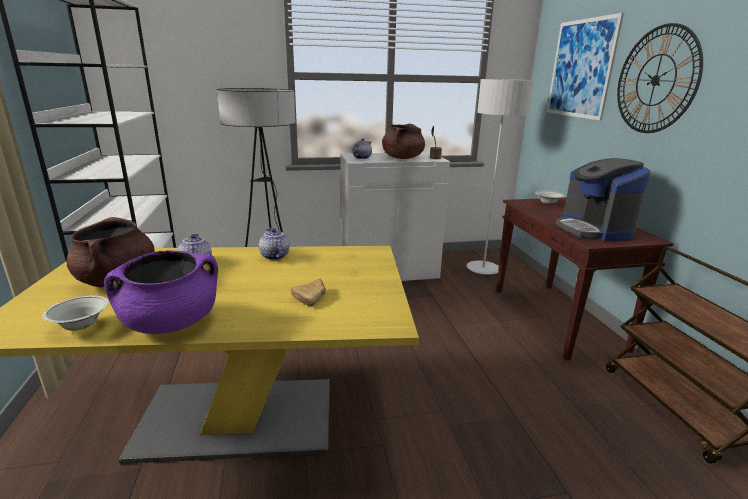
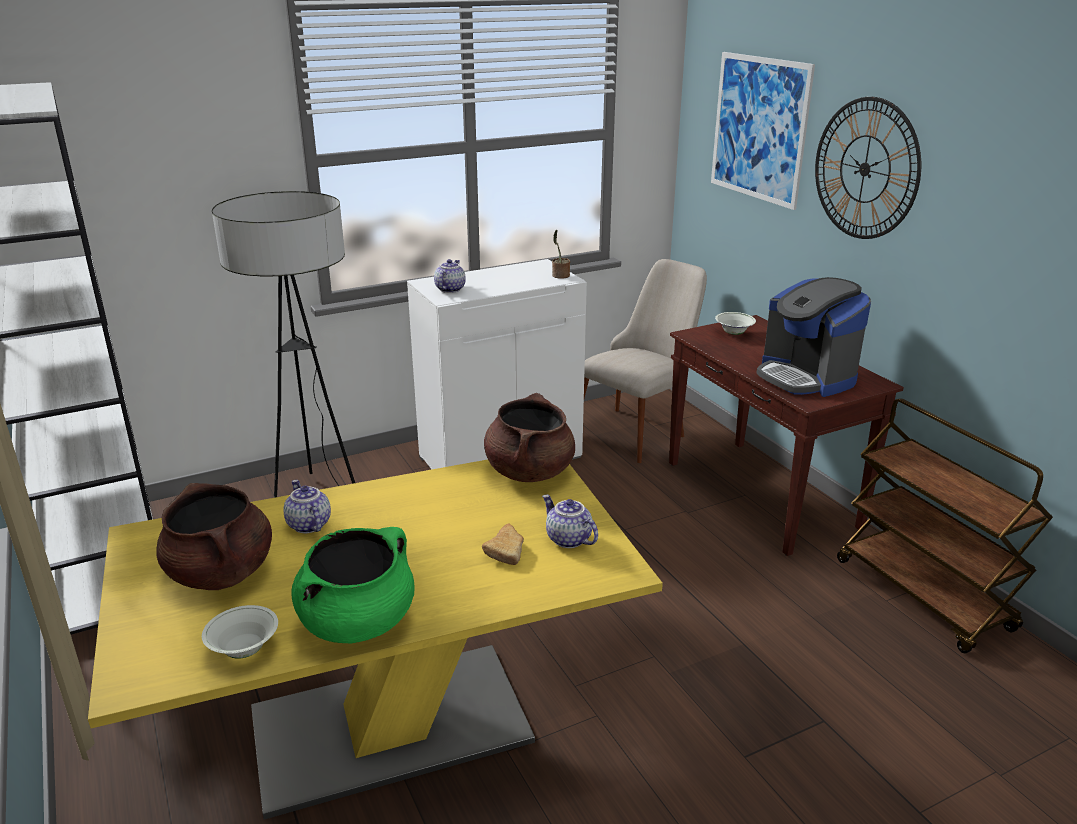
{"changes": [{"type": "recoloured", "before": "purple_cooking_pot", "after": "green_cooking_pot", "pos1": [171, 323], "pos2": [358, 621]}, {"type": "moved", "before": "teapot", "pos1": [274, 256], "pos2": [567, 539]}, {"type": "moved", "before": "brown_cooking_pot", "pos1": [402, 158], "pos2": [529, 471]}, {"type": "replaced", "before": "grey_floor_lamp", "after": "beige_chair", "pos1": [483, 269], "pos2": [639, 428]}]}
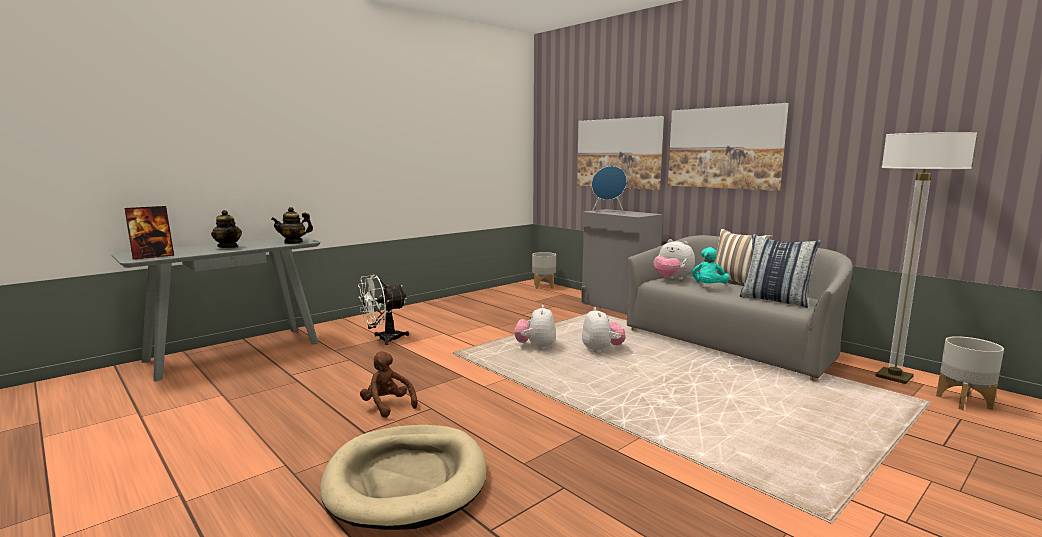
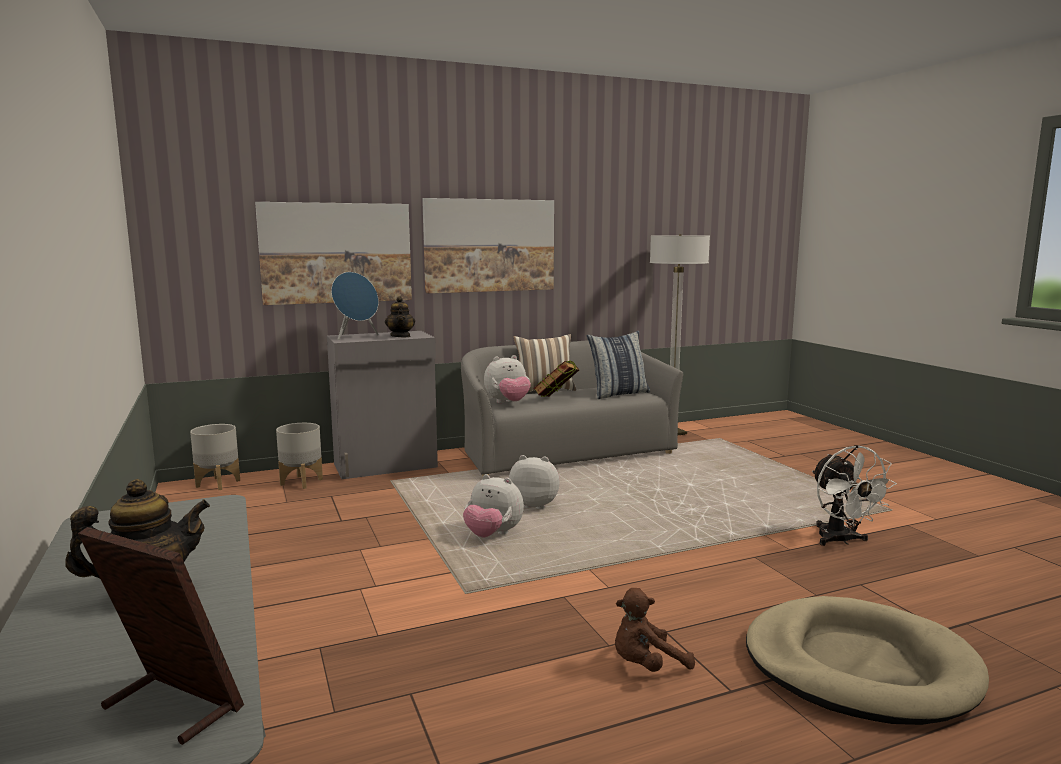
{"changes": [{"type": "turned", "before": "picture_frame", "pos1": [153, 256], "pos2": [171, 707], "turn": -45}, {"type": "moved", "before": "teapot", "pos1": [293, 242], "pos2": [400, 336]}, {"type": "moved", "before": "white_fan", "pos1": [383, 339], "pos2": [841, 540]}, {"type": "replaced", "before": "turquoise_plush_toy", "after": "book", "pos1": [709, 287], "pos2": [556, 400]}, {"type": "moved", "before": "grey_planter", "pos1": [964, 402], "pos2": [301, 482]}]}
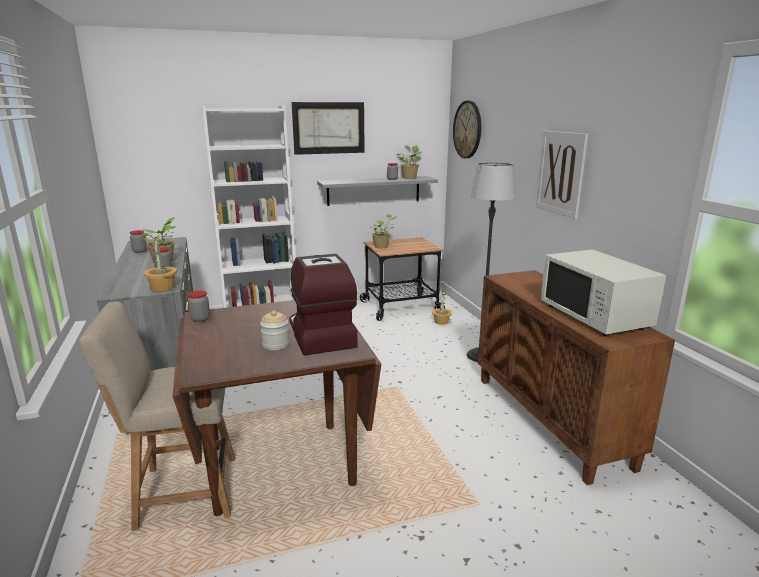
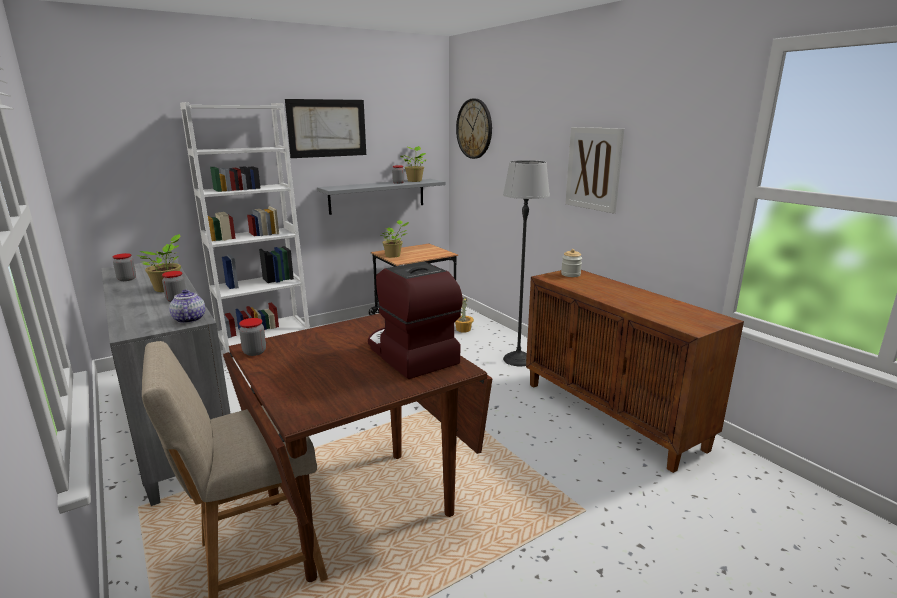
{"changes": [{"type": "replaced", "before": "potted_plant", "after": "teapot", "pos1": [162, 287], "pos2": [189, 319]}, {"type": "moved", "before": "jar", "pos1": [275, 345], "pos2": [570, 274]}, {"type": "removed", "before": "white_microwave", "pos1": [595, 316]}]}
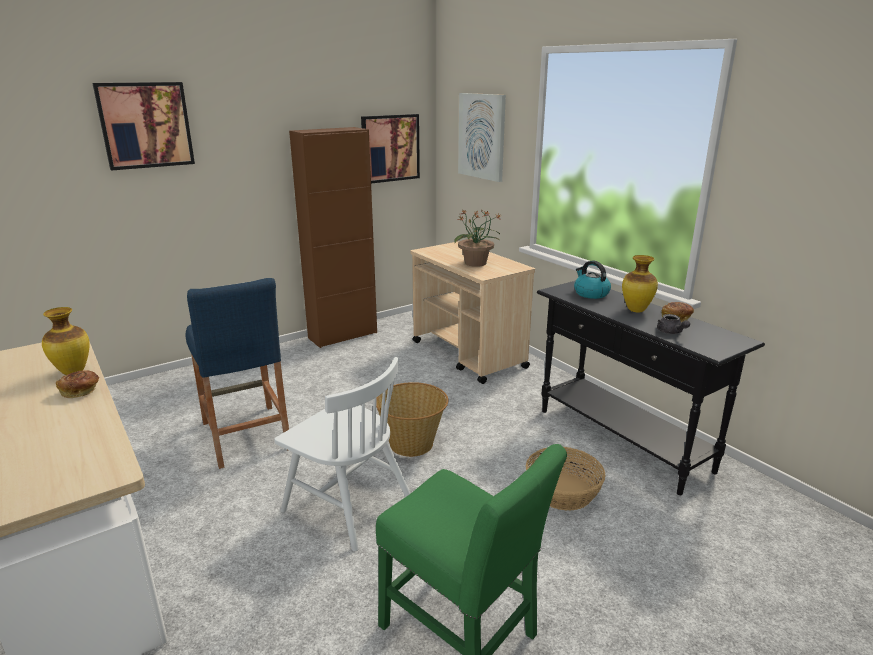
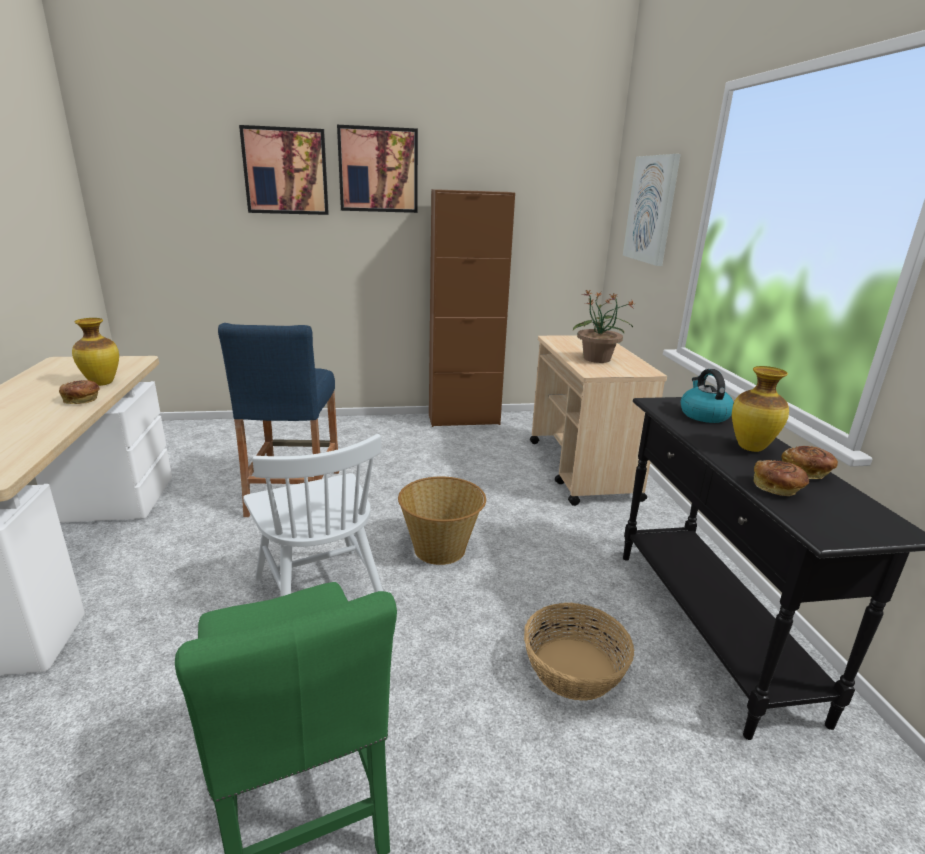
{"changes": [{"type": "moved", "before": "picture", "pos1": [390, 148], "pos2": [378, 170]}, {"type": "replaced", "before": "grey_teapot", "after": "bread", "pos1": [671, 332], "pos2": [777, 488]}]}
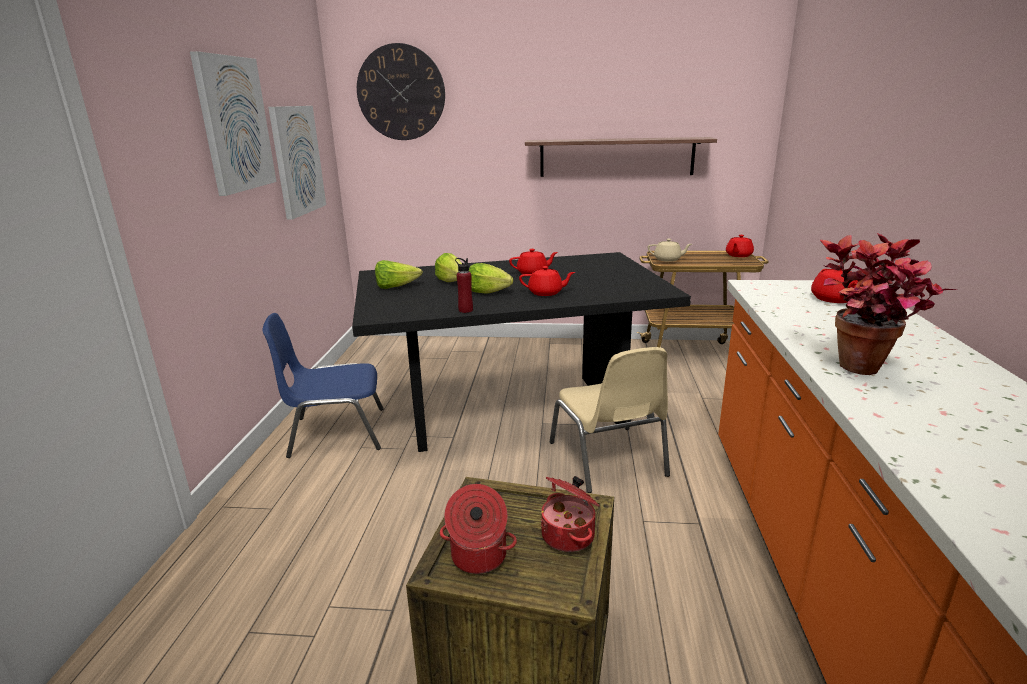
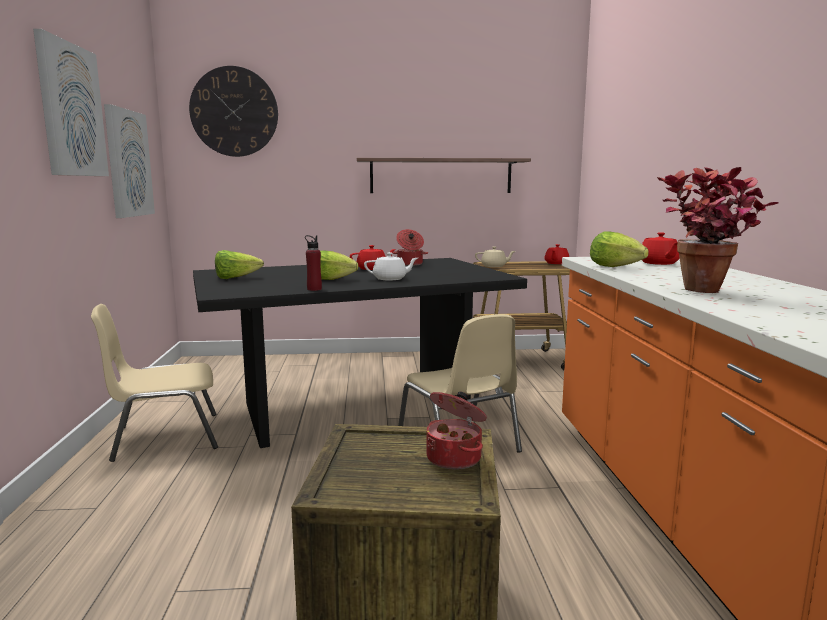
{"changes": [{"type": "recoloured", "before": "blue_chair", "after": "beige_chair", "pos1": [336, 432], "pos2": [165, 437]}, {"type": "moved", "before": "lettuce", "pos1": [451, 281], "pos2": [615, 267]}, {"type": "moved", "before": "cooking_pot", "pos1": [478, 557], "pos2": [409, 264]}, {"type": "recoloured", "before": "red_teapot", "after": "white_teapot", "pos1": [546, 293], "pos2": [390, 279]}]}
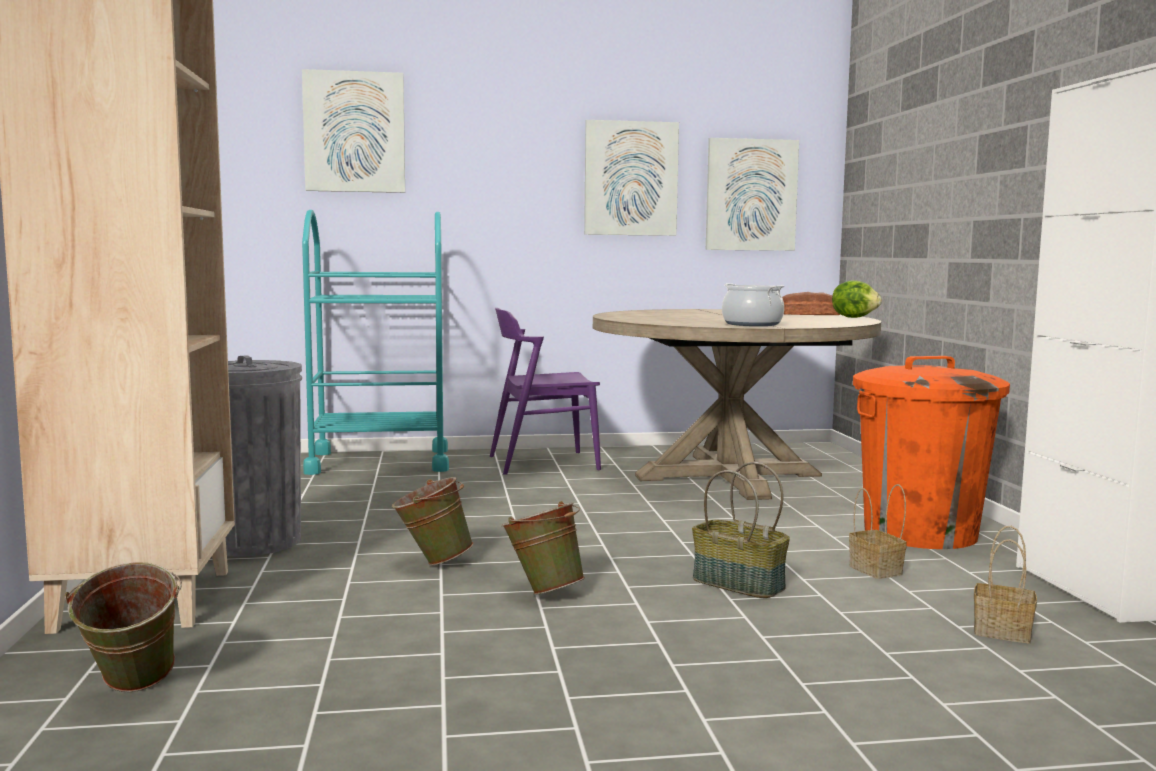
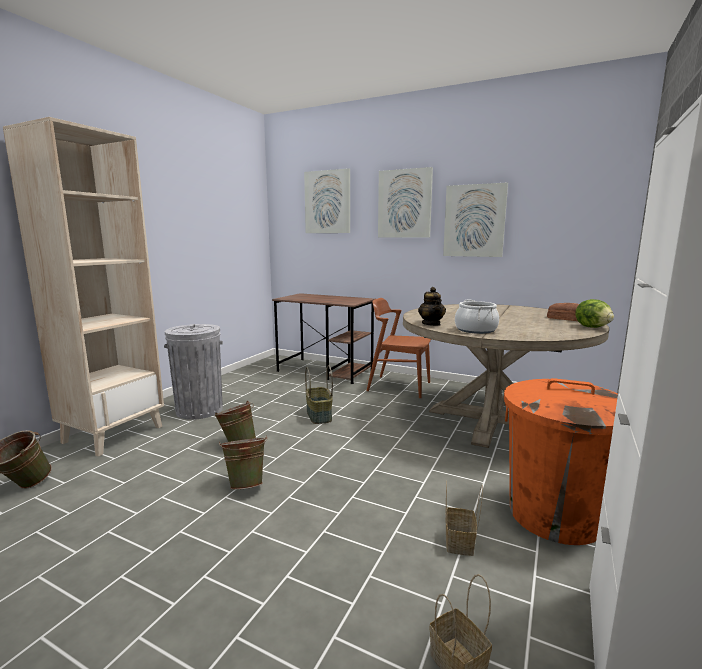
{"changes": [{"type": "replaced", "before": "turquoise_cart", "after": "brown_desk", "pos1": [379, 462], "pos2": [325, 371]}, {"type": "recoloured", "before": "purple_chair", "after": "brown_chair", "pos1": [543, 462], "pos2": [398, 386]}, {"type": "moved", "before": "basket", "pos1": [737, 584], "pos2": [318, 415]}, {"type": "moved", "before": "picture", "pos1": [751, 195], "pos2": [404, 204]}, {"type": "added", "after": "teapot", "pos2": [431, 324]}]}
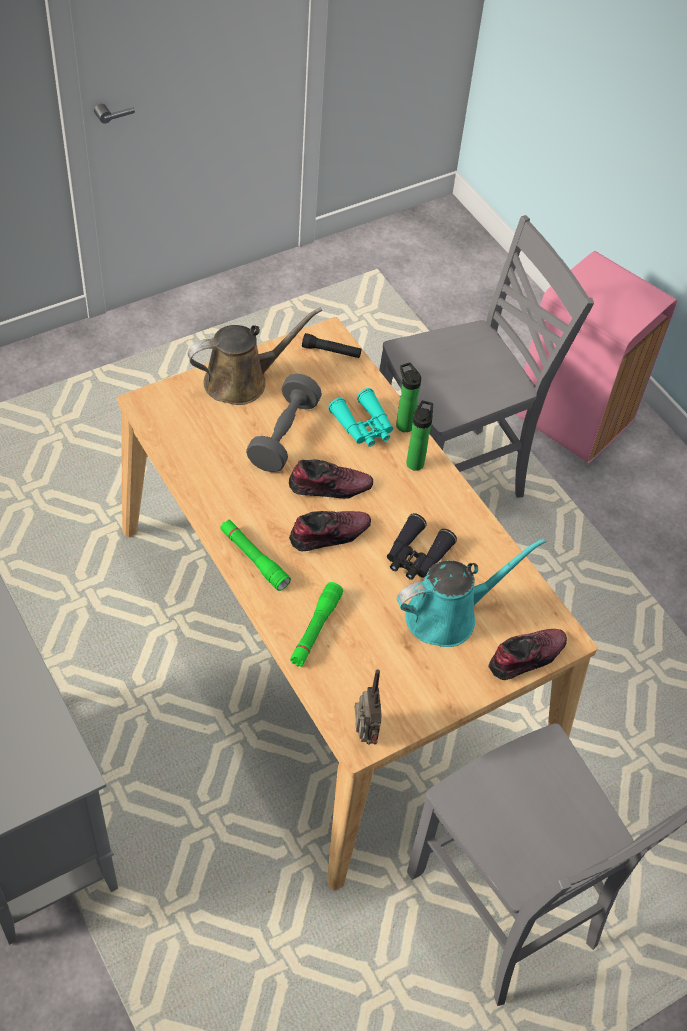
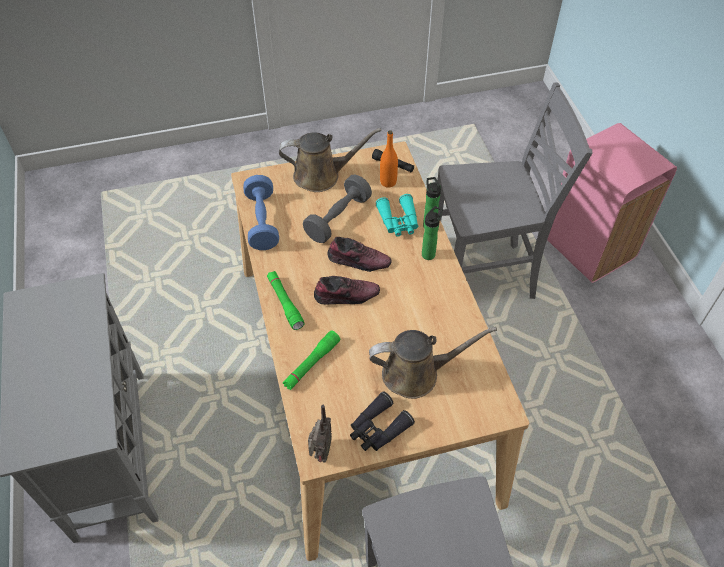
{"changes": [{"type": "moved", "before": "black_binoculars", "pos1": [416, 556], "pos2": [378, 428]}, {"type": "recoloured", "before": "turquoise_watering_can", "after": "brown_watering_can", "pos1": [448, 615], "pos2": [416, 373]}, {"type": "removed", "before": "shoe", "pos1": [526, 657]}, {"type": "added", "after": "blue_dumbbell", "pos2": [262, 222]}, {"type": "added", "after": "orange_bottle", "pos2": [388, 182]}]}
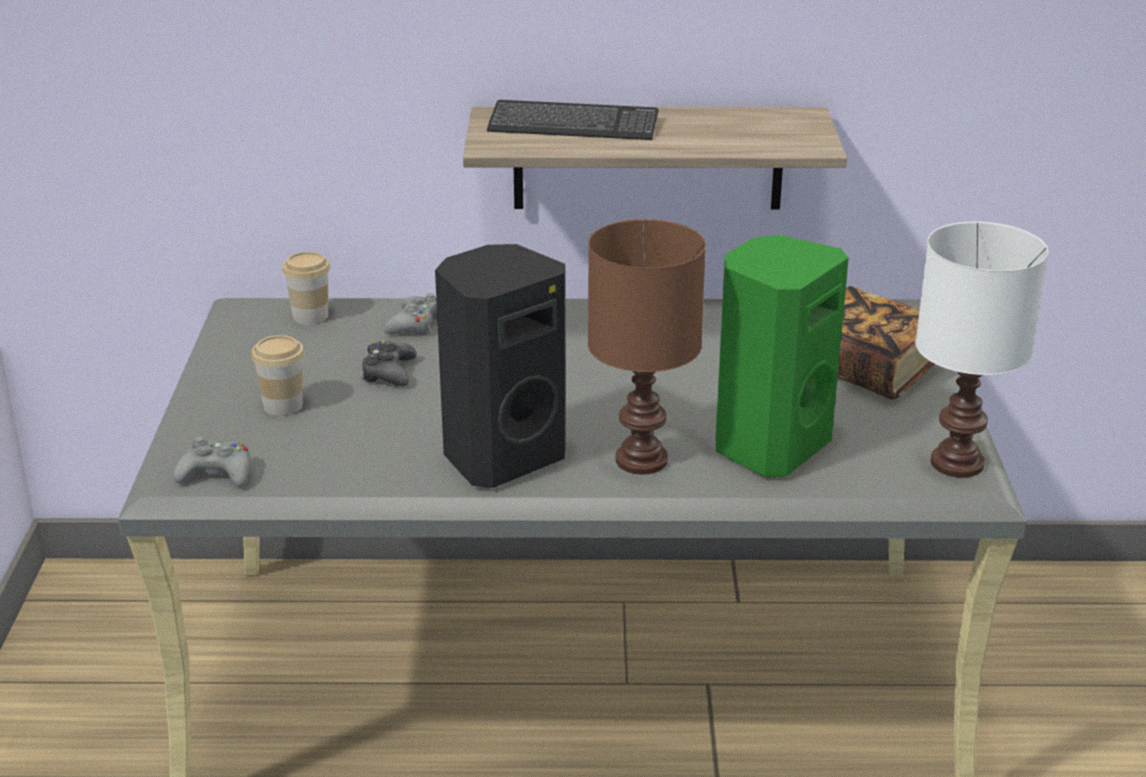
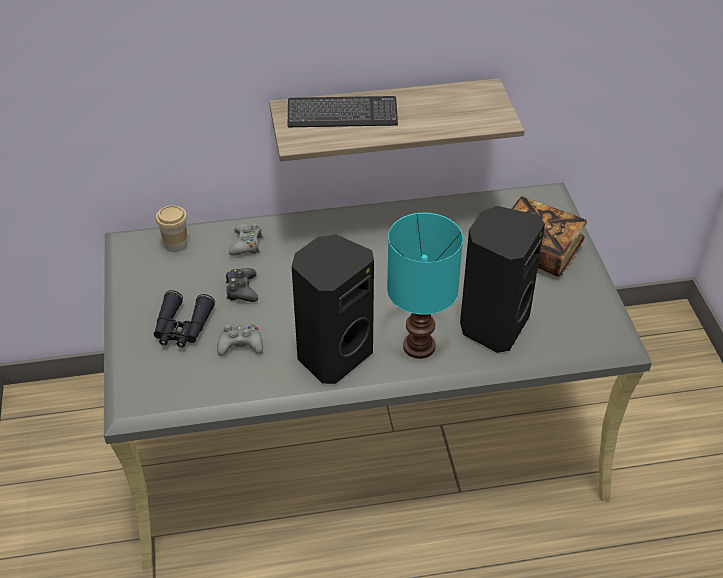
{"changes": [{"type": "moved", "before": "grey_game_controller", "pos1": [217, 474], "pos2": [240, 344]}, {"type": "replaced", "before": "cup", "after": "black_binoculars", "pos1": [283, 405], "pos2": [182, 328]}, {"type": "recoloured", "before": "brown_table_lamp", "after": "turquoise_table_lamp", "pos1": [639, 460], "pos2": [417, 346]}, {"type": "recoloured", "before": "green_speaker", "after": "black_speaker", "pos1": [768, 447], "pos2": [492, 325]}, {"type": "removed", "before": "white_table_lamp", "pos1": [959, 464]}]}
